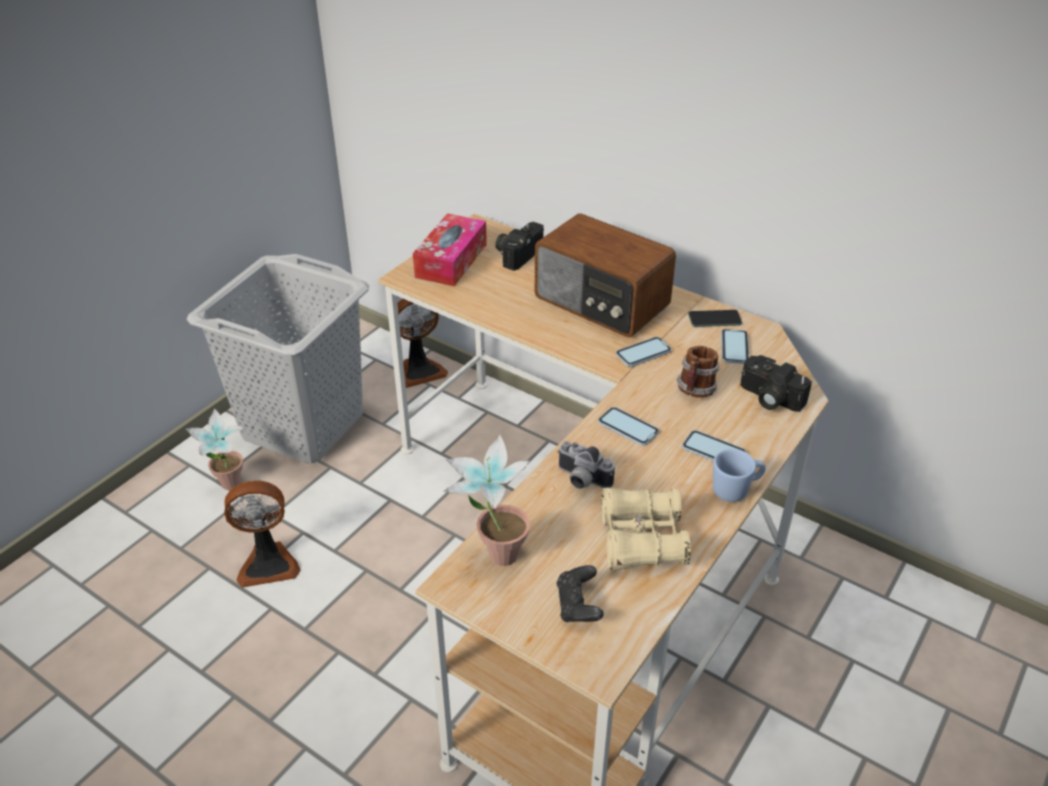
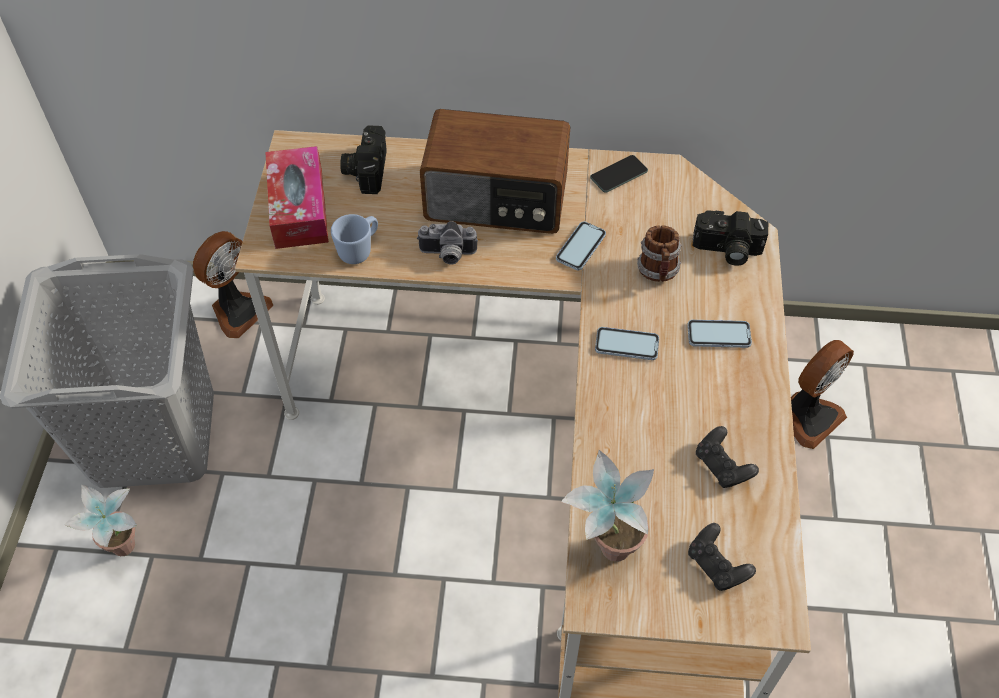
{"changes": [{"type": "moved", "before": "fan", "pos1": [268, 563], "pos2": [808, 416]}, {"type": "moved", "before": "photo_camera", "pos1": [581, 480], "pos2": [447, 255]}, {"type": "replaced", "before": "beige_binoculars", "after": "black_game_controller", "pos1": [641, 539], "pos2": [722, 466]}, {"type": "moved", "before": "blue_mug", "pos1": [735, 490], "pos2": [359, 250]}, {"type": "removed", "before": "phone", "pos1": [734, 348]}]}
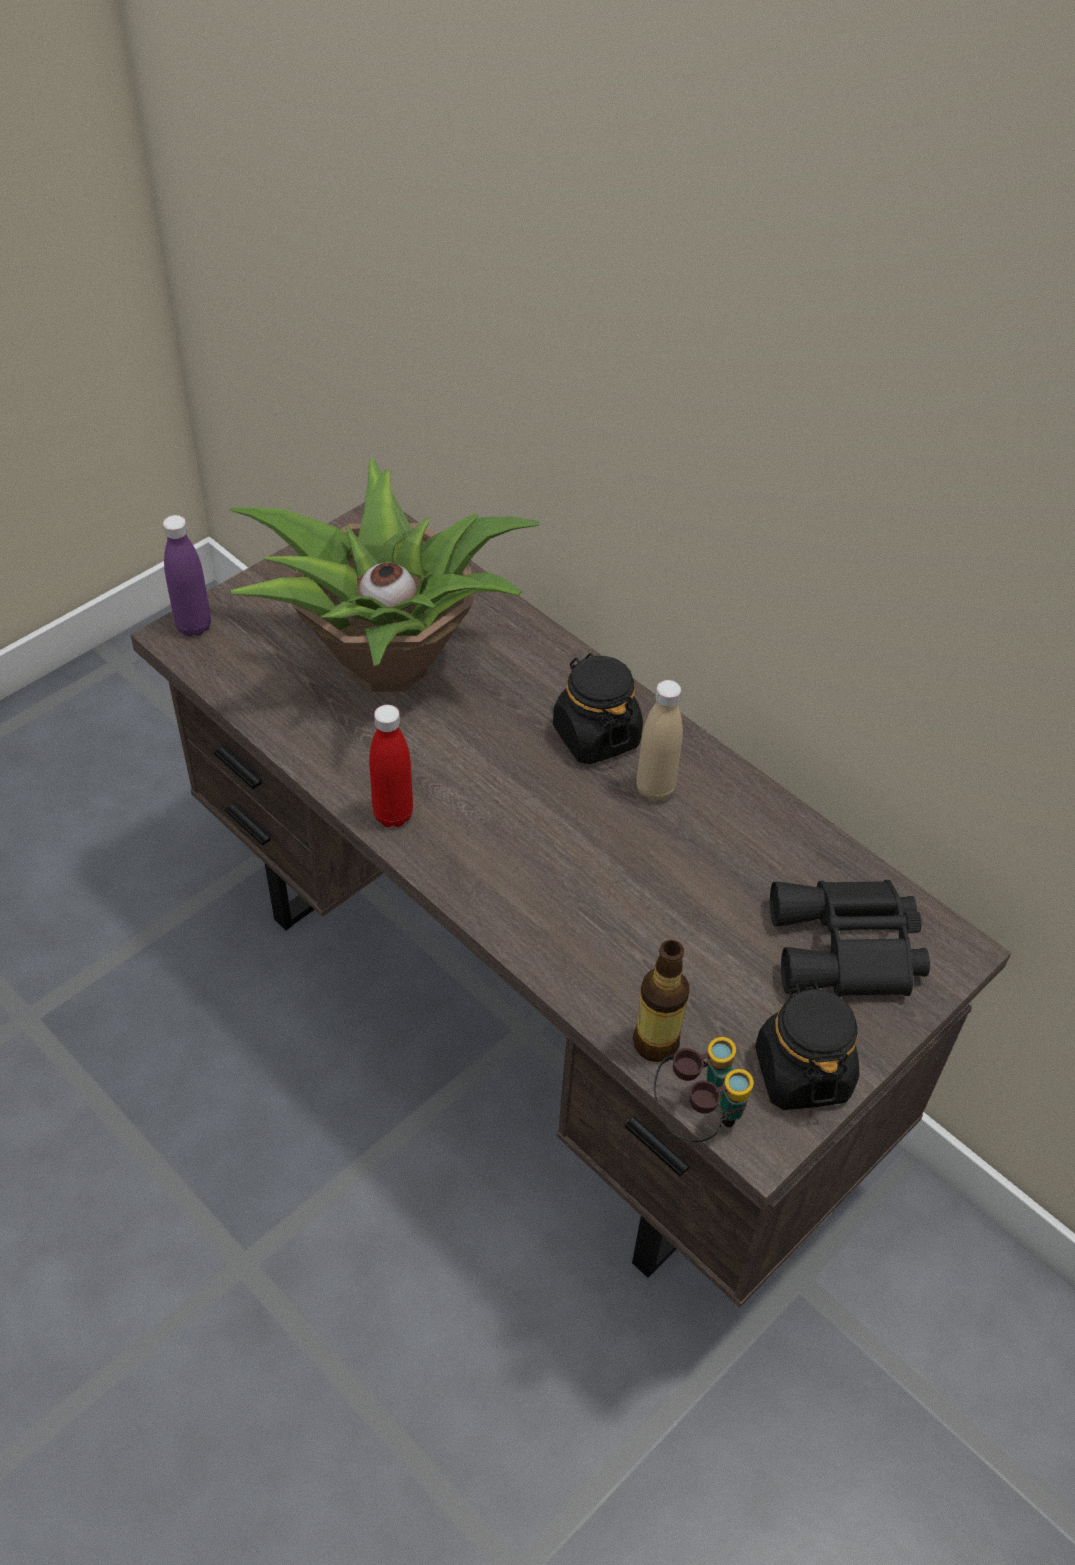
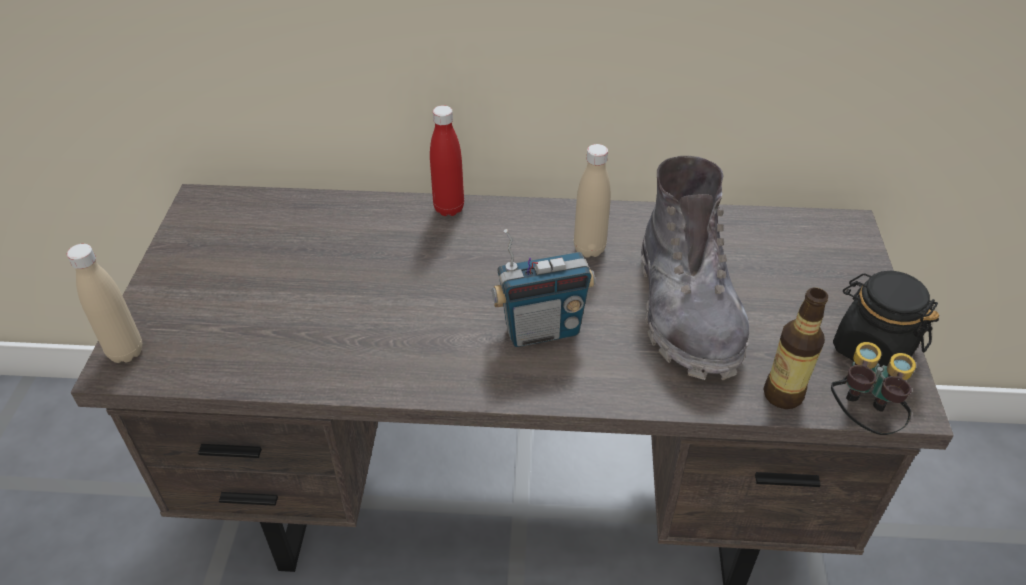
{"changes": [{"type": "recoloured", "before": "purple_bottle", "after": "beige_bottle", "pos1": [194, 626], "pos2": [126, 352]}, {"type": "removed", "before": "potted_plant", "pos1": [384, 662]}, {"type": "moved", "before": "red_bottle", "pos1": [393, 815], "pos2": [449, 208]}, {"type": "removed", "before": "black_jar", "pos1": [595, 736]}, {"type": "removed", "before": "black_binoculars", "pos1": [848, 951]}, {"type": "added", "after": "radio", "pos2": [541, 330]}, {"type": "added", "after": "grey_boot", "pos2": [686, 310]}]}
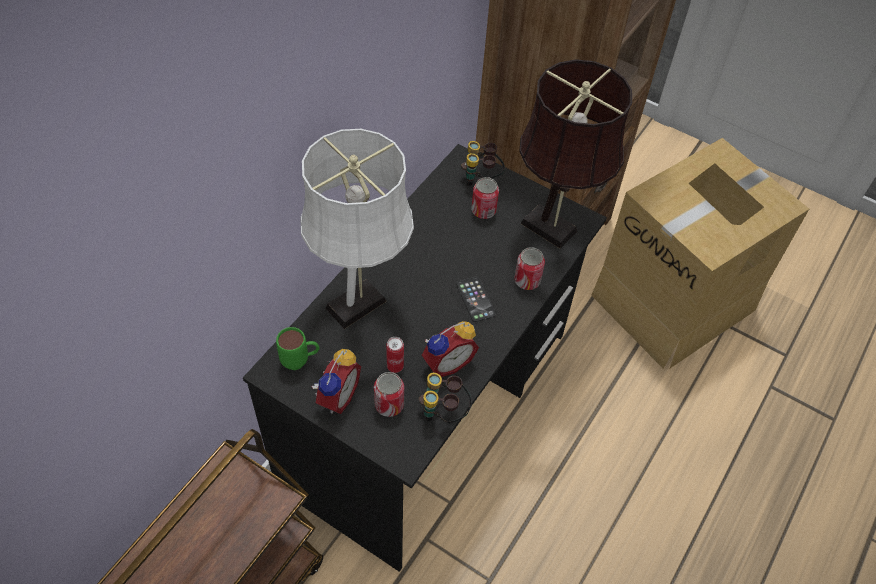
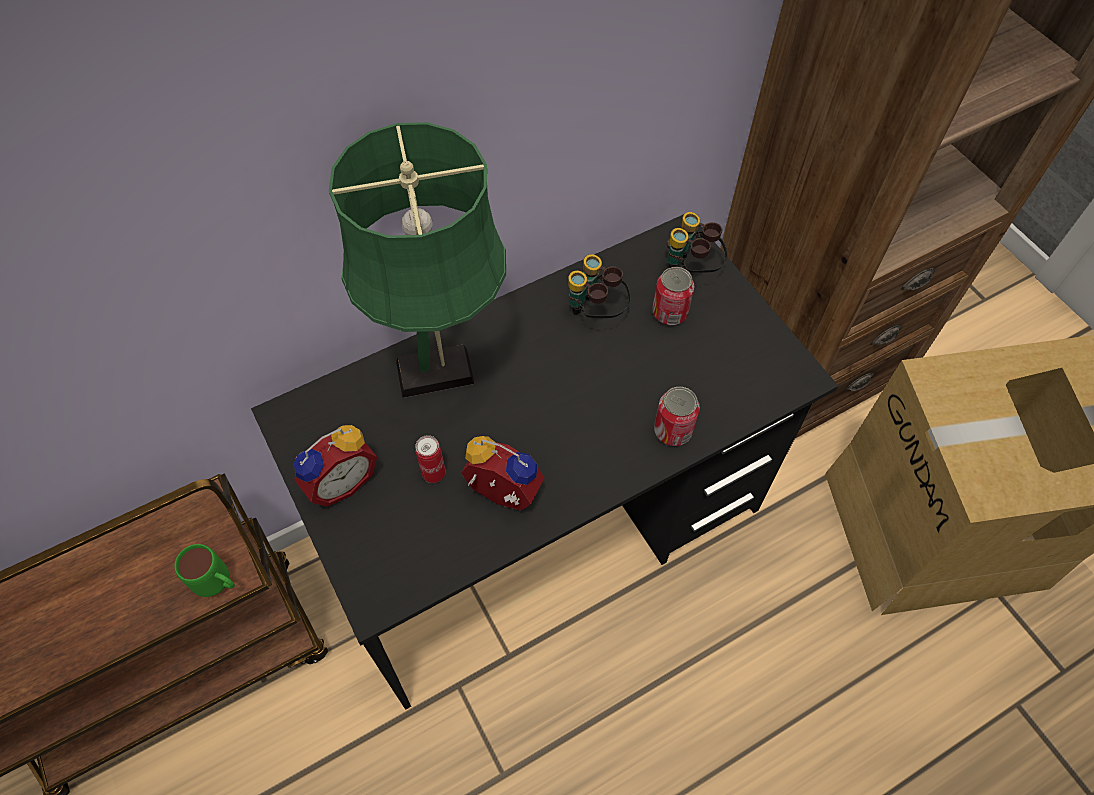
{"changes": [{"type": "moved", "before": "green_mug", "pos1": [300, 361], "pos2": [220, 586]}, {"type": "recoloured", "before": "white_table_lamp", "after": "green_table_lamp", "pos1": [361, 302], "pos2": [443, 371]}, {"type": "removed", "before": "can", "pos1": [389, 405]}, {"type": "moved", "before": "binoculars", "pos1": [444, 413], "pos2": [595, 312]}, {"type": "turned", "before": "alarm_clock", "pos1": [446, 362], "pos2": [501, 496], "turn": -150}, {"type": "removed", "before": "phone", "pos1": [475, 299]}, {"type": "removed", "before": "brown_table_lamp", "pos1": [553, 230]}]}
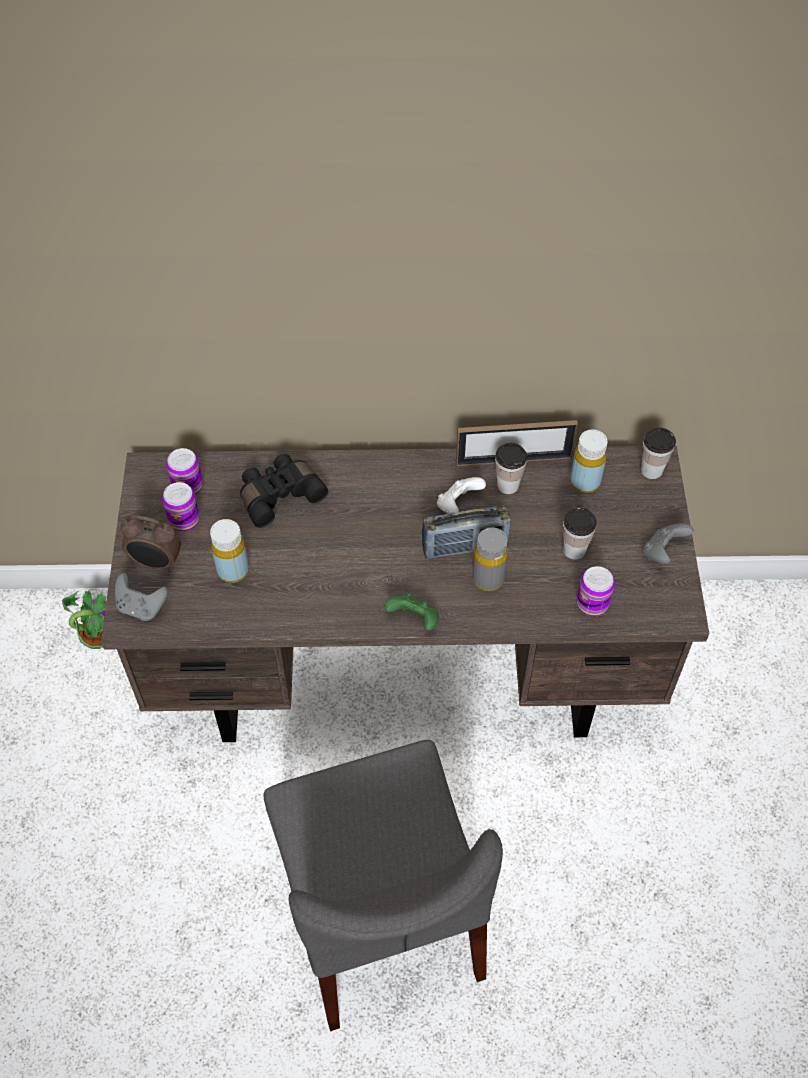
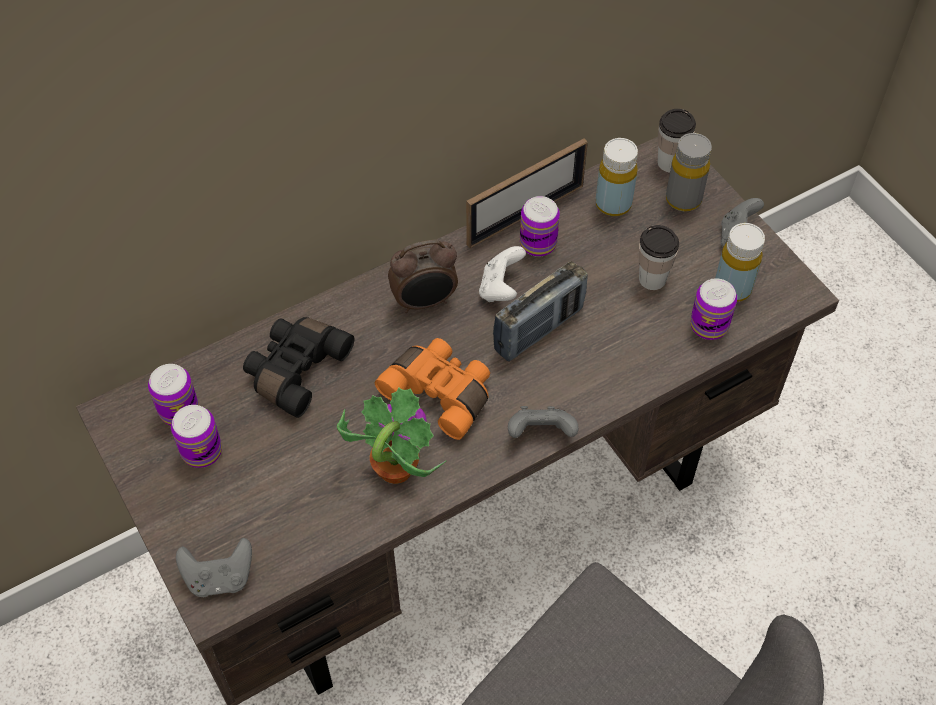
{"changes": [{"type": "moved", "before": "potted_plant", "pos1": [96, 637], "pos2": [394, 468]}, {"type": "moved", "before": "alarm_clock", "pos1": [156, 563], "pos2": [425, 302]}, {"type": "moved", "before": "yellow_bottle", "pos1": [233, 570], "pos2": [732, 288]}, {"type": "recoloured", "before": "green_game_controller", "after": "grey_game_controller", "pos1": [414, 619], "pos2": [541, 433]}, {"type": "moved", "before": "grey_bottle", "pos1": [488, 578], "pos2": [683, 199]}, {"type": "replaced", "before": "cup", "after": "can", "pos1": [507, 485], "pos2": [538, 243]}, {"type": "added", "after": "orange_binoculars", "pos2": [441, 392]}]}
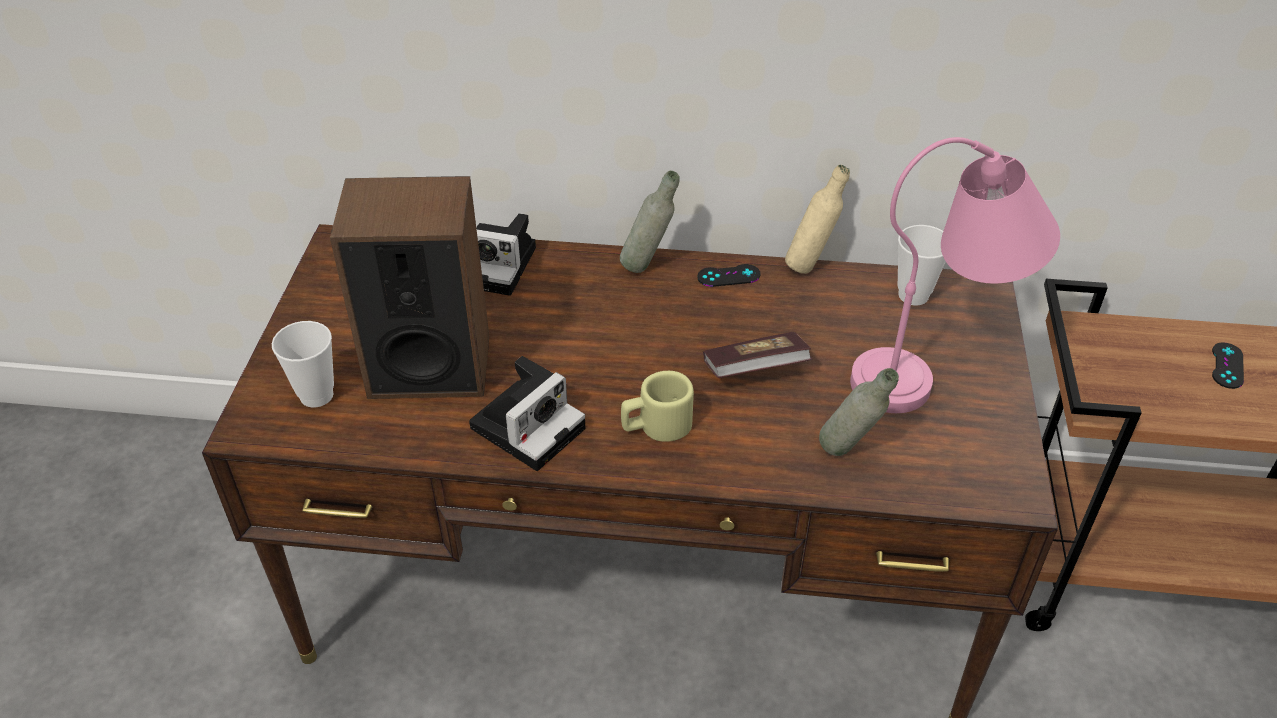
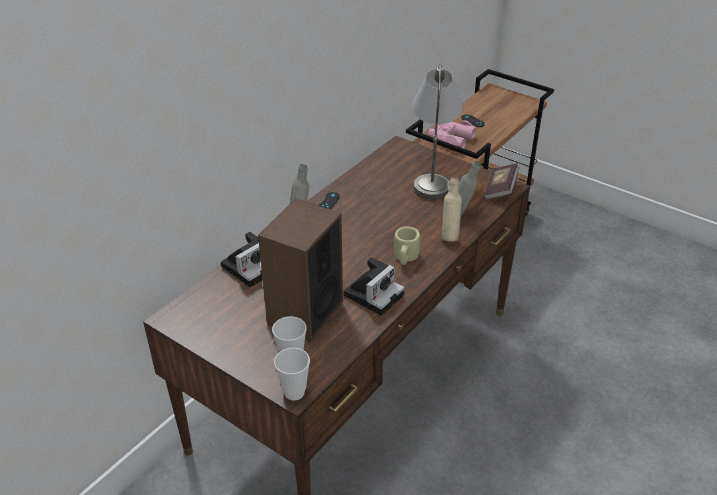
{"changes": [{"type": "turned", "before": "photo_camera", "pos1": [529, 425], "pos2": [374, 293], "turn": 60}, {"type": "moved", "before": "book", "pos1": [755, 370], "pos2": [500, 189]}, {"type": "moved", "before": "beige_bottle", "pos1": [810, 265], "pos2": [449, 236]}, {"type": "recoloured", "before": "pink_table_lamp", "after": "grey_table_lamp", "pos1": [937, 369], "pos2": [433, 175]}, {"type": "moved", "before": "cup", "pos1": [913, 295], "pos2": [294, 392]}, {"type": "added", "after": "pink_binoculars", "pos2": [450, 139]}]}
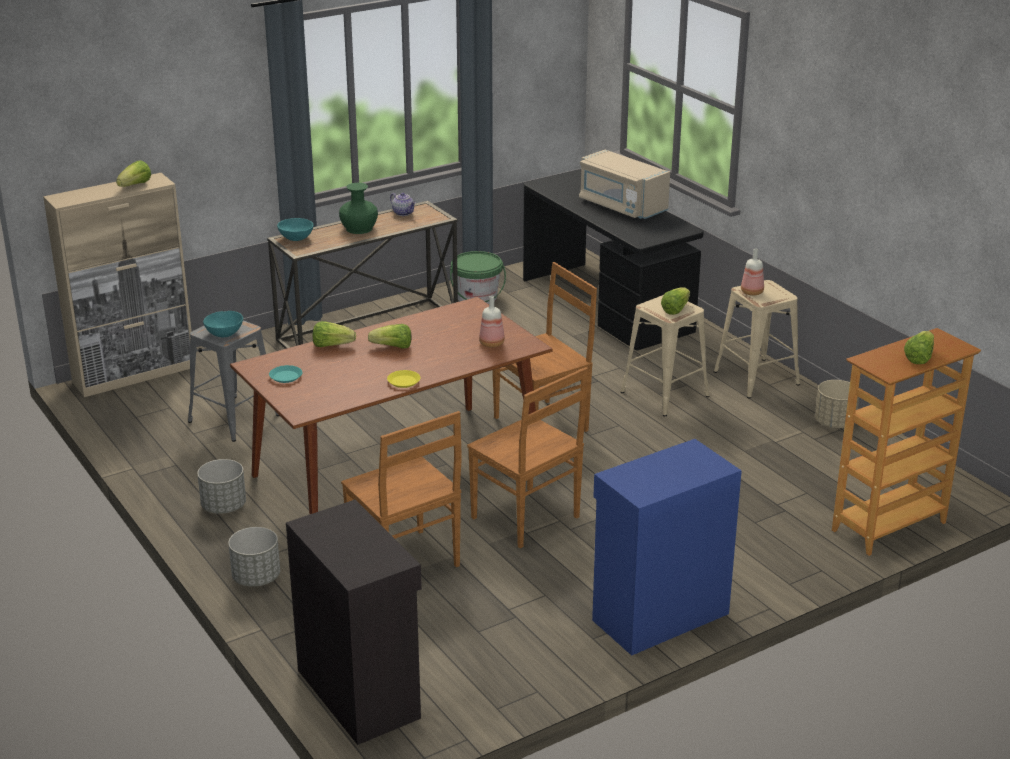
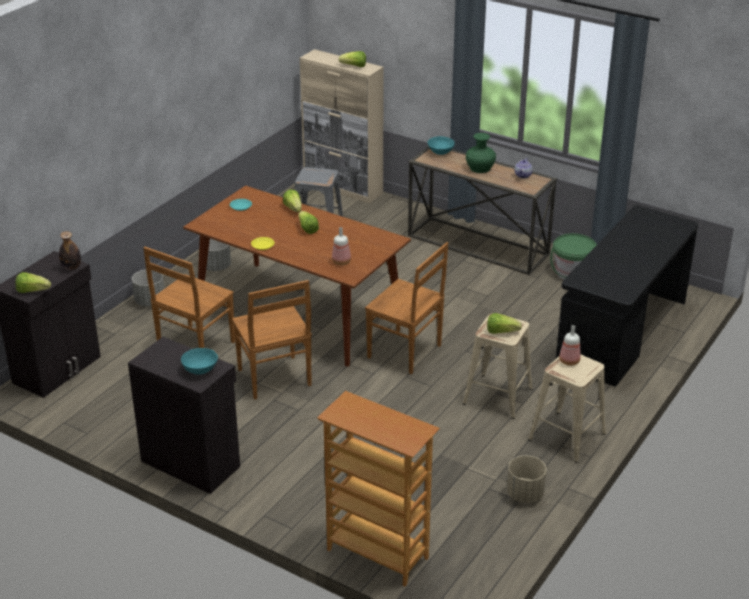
{"changes": [{"type": "moved", "before": "turquoise_bowl", "pos1": [224, 333], "pos2": [200, 370]}, {"type": "turned", "before": "brown_chair", "pos1": [527, 519], "pos2": [275, 379], "turn": -45}, {"type": "removed", "before": "beige_microwave", "pos1": [621, 206]}, {"type": "recoloured", "before": "blue_cabinet", "after": "black_cabinet", "pos1": [658, 616], "pos2": [191, 462]}, {"type": "moved", "before": "lettuce", "pos1": [919, 357], "pos2": [32, 291]}, {"type": "added", "after": "bottle", "pos2": [71, 267]}]}
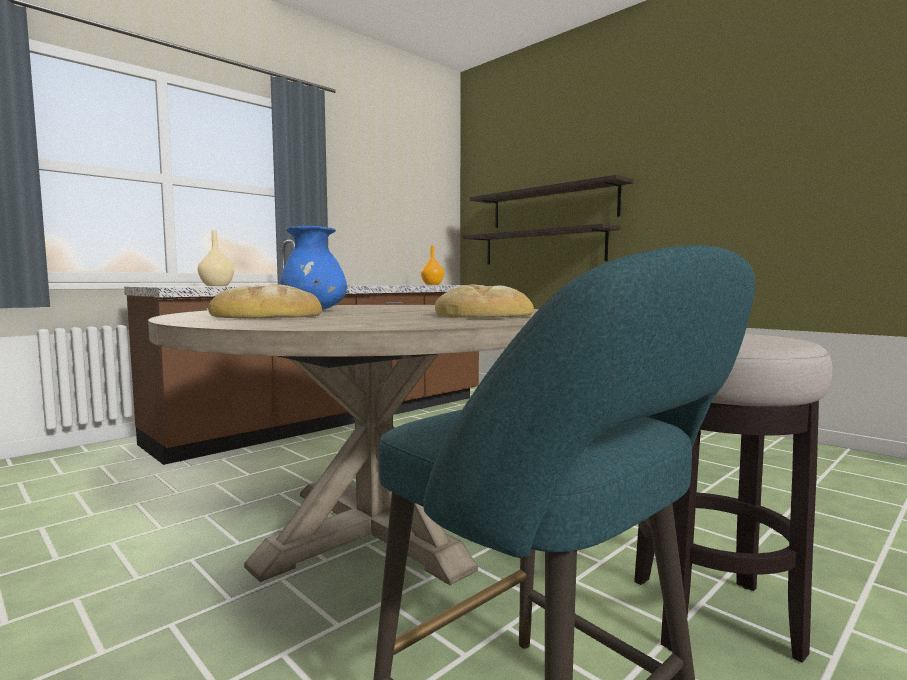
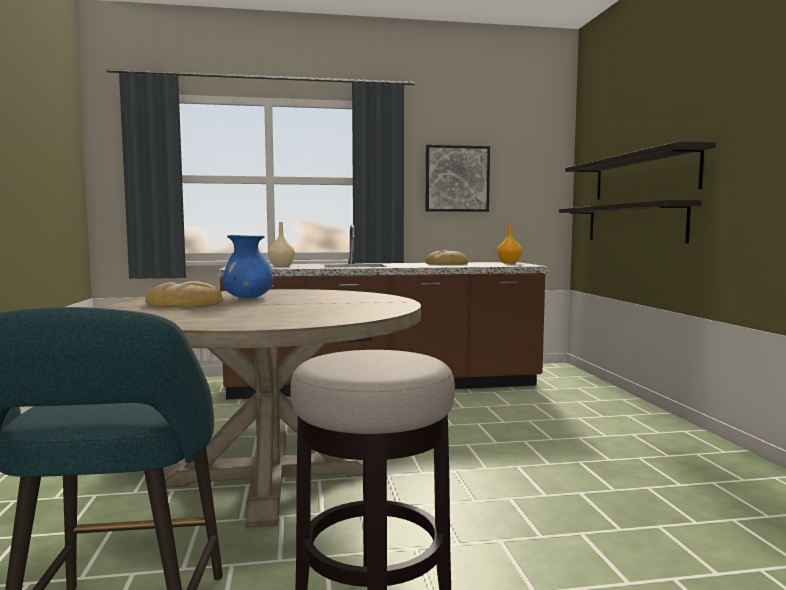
{"changes": [{"type": "moved", "before": "bread", "pos1": [482, 315], "pos2": [447, 263]}, {"type": "added", "after": "picture", "pos2": [457, 179]}]}
